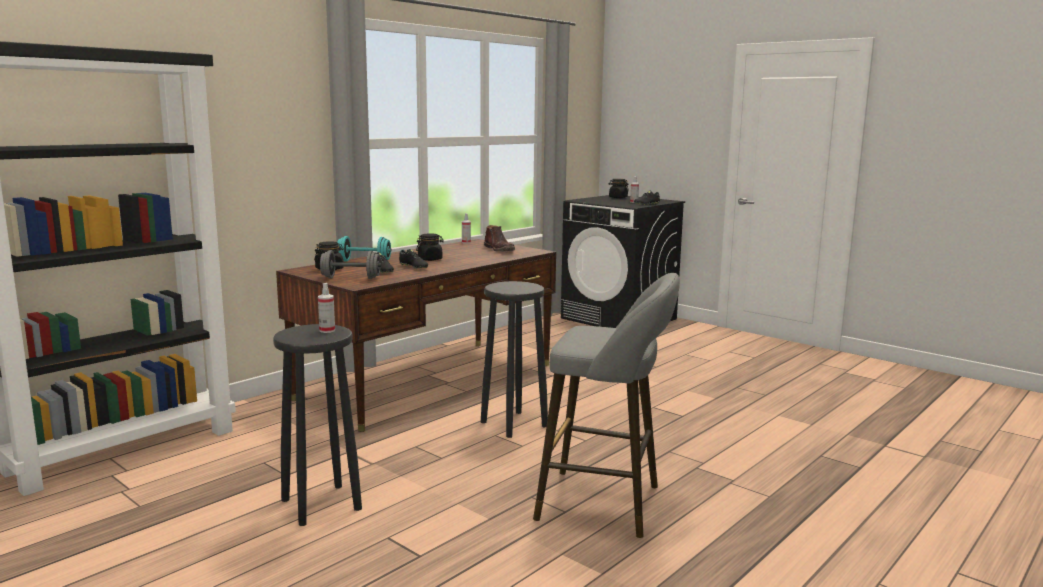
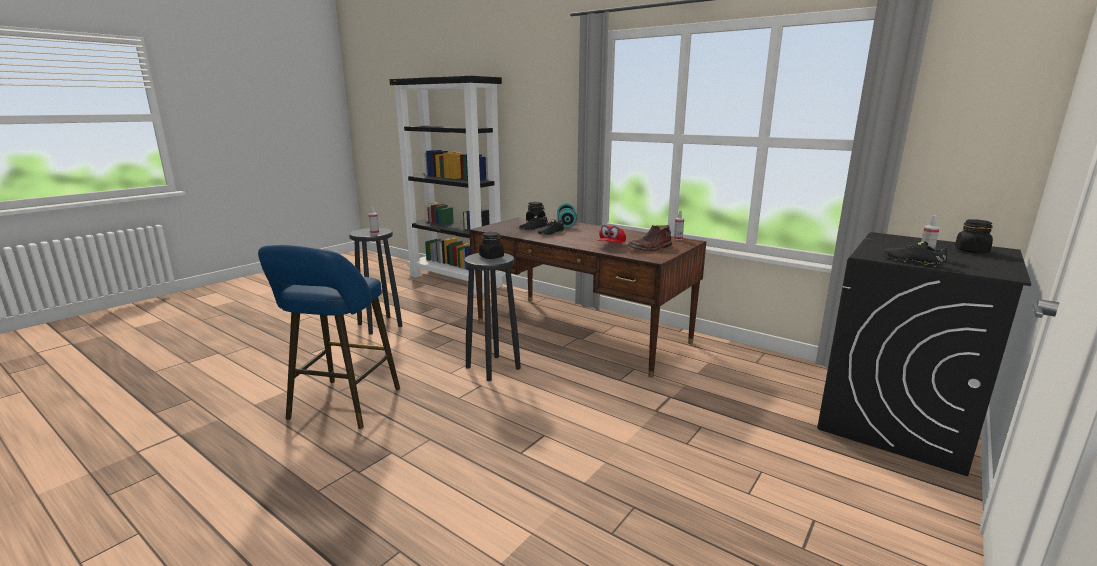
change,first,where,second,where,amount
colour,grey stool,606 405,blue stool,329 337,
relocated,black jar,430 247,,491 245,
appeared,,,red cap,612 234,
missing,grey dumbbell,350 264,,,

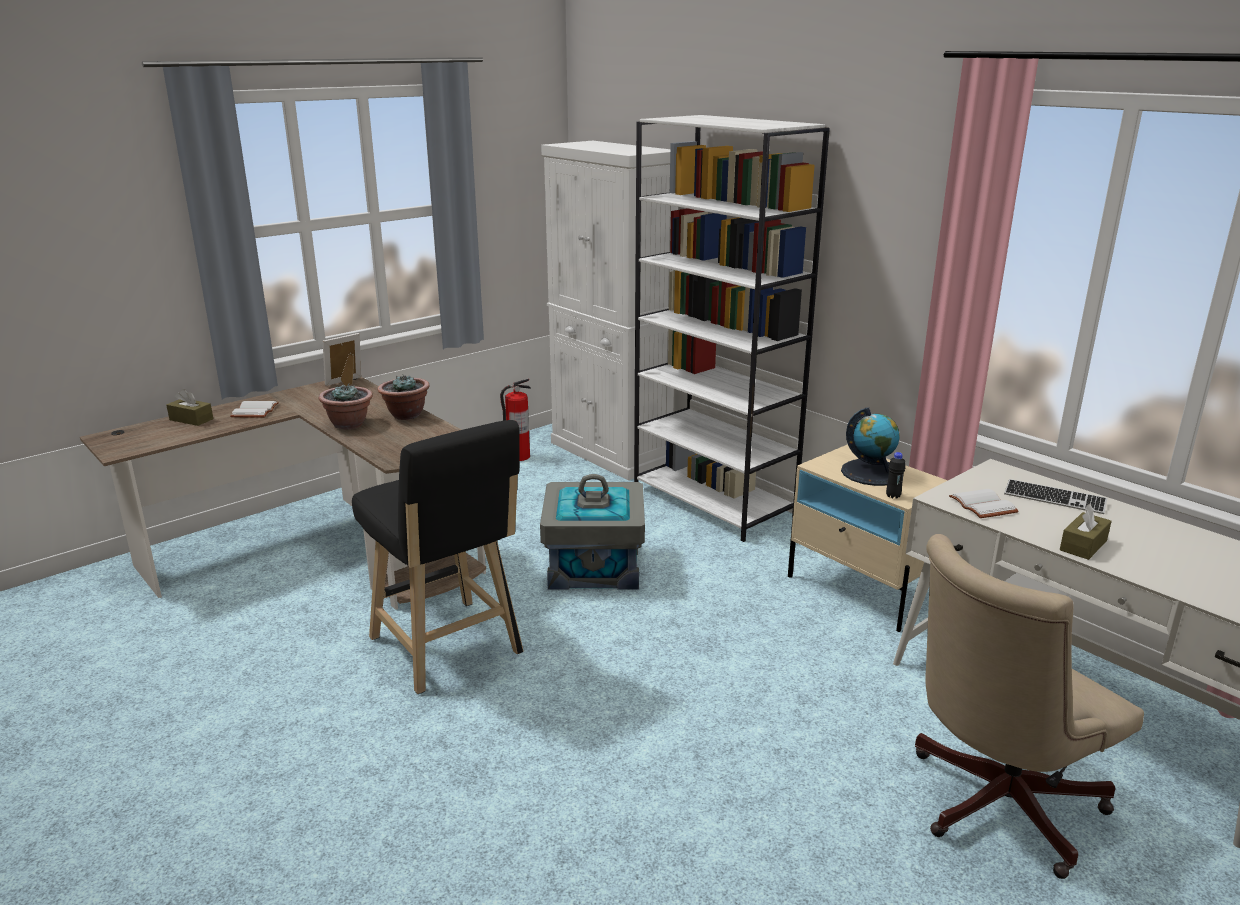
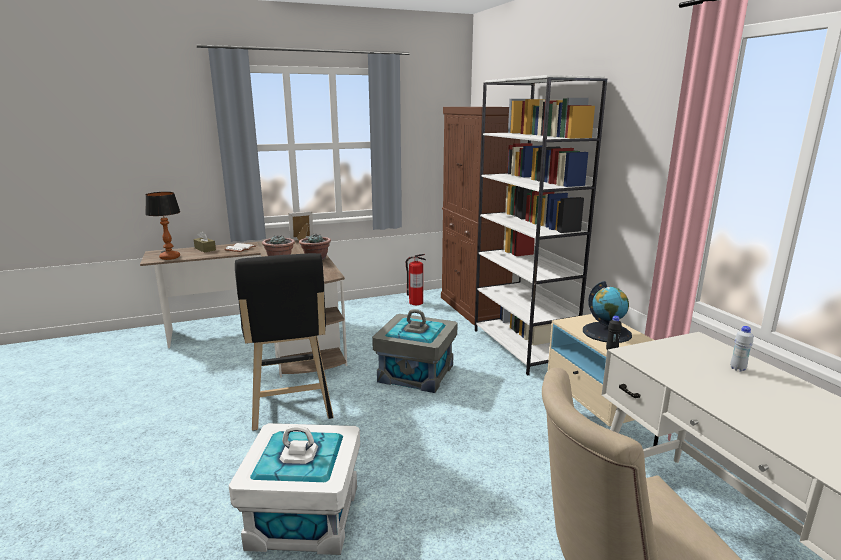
change,first,where,second,where,amount
appeared,,,table lamp,162 226,
appeared,,,white storage box,294 489,
colour,white cabinet,609 310,brown cabinet,480 216,
exchanged,keyboard,1055 496,white bottle,741 349,
missing,white book,984 503,,,
missing,brown tissue box,1086 532,,,

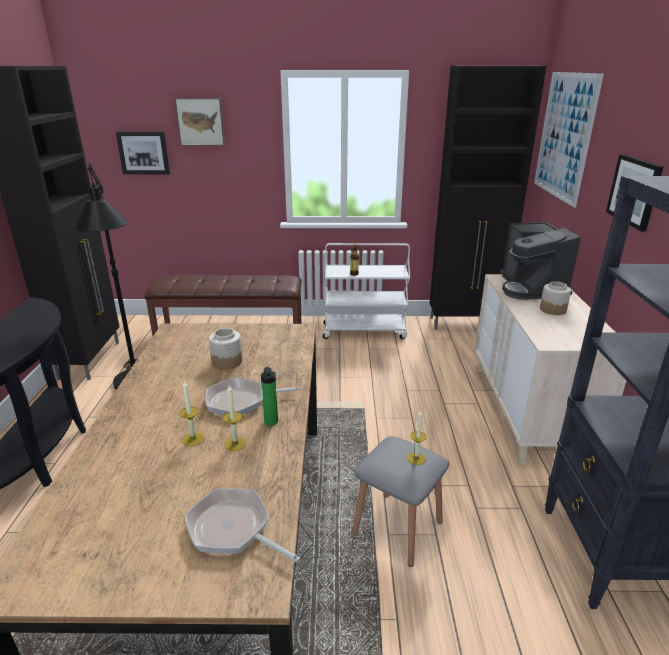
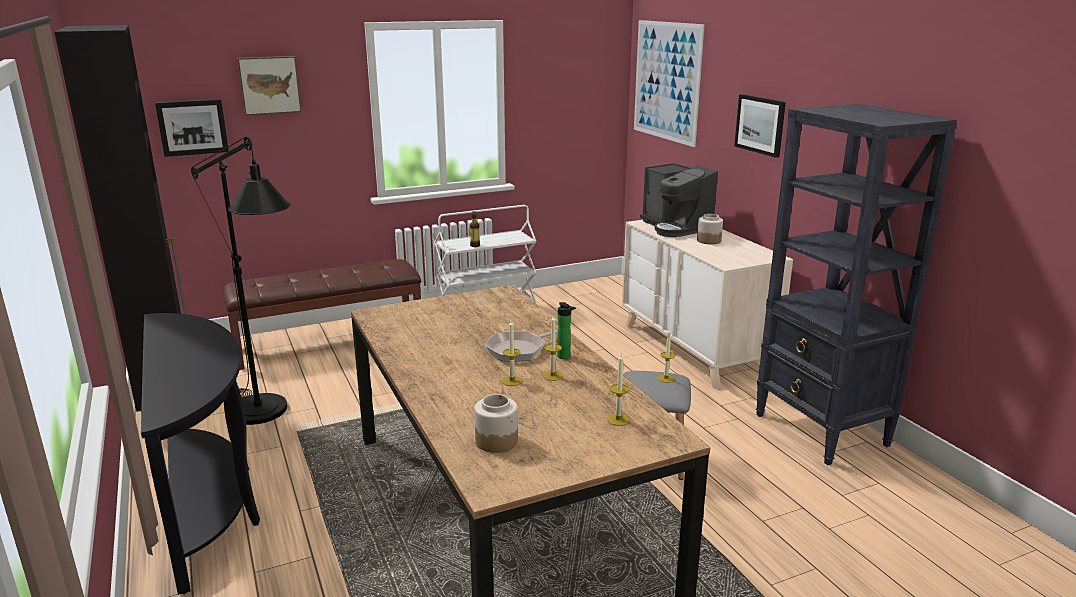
change,first,where,second,where,amount
relocated,jar,225 348,,496 423,
exchanged,frying pan,243 525,candle,618 390,
missing,black cabinet,488 198,,,

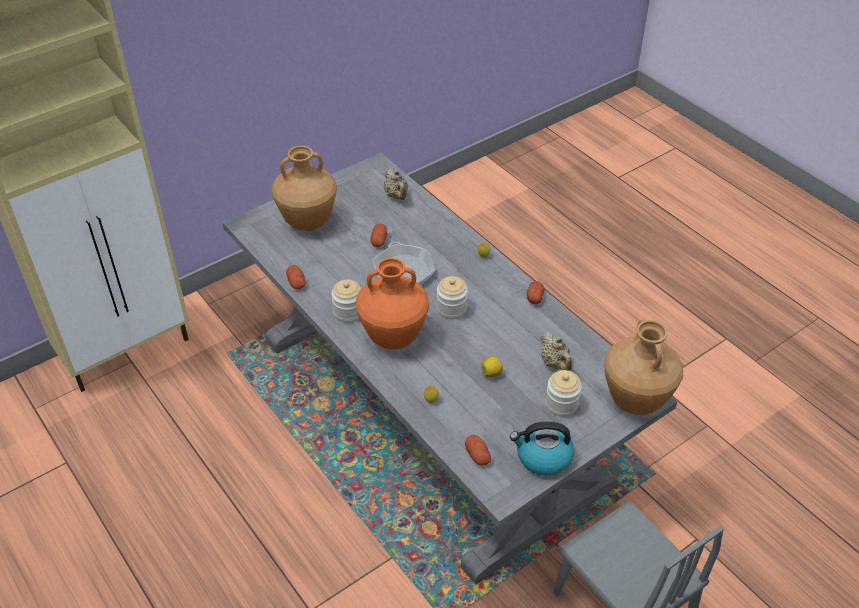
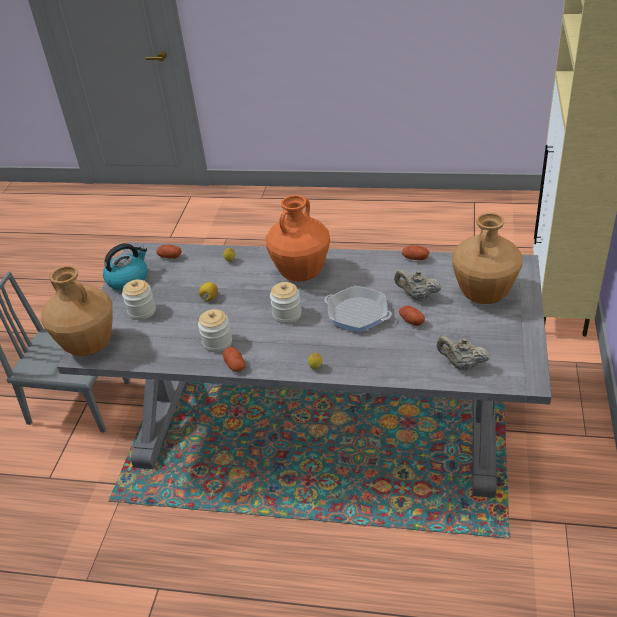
change,first,where,second,where,amount
relocated,jar,346 301,,215 330,
relocated,beige teapot,556 351,,417 285,

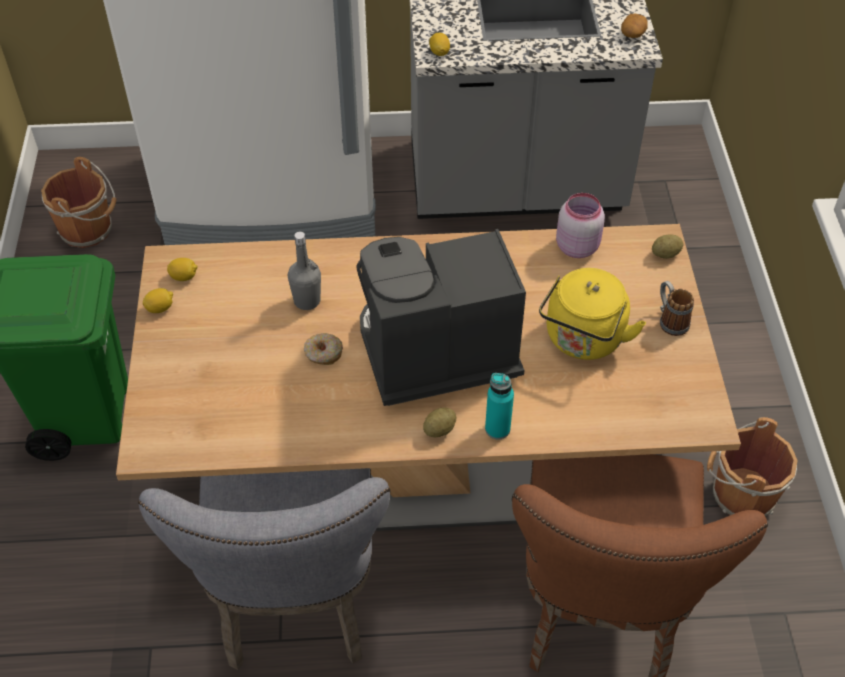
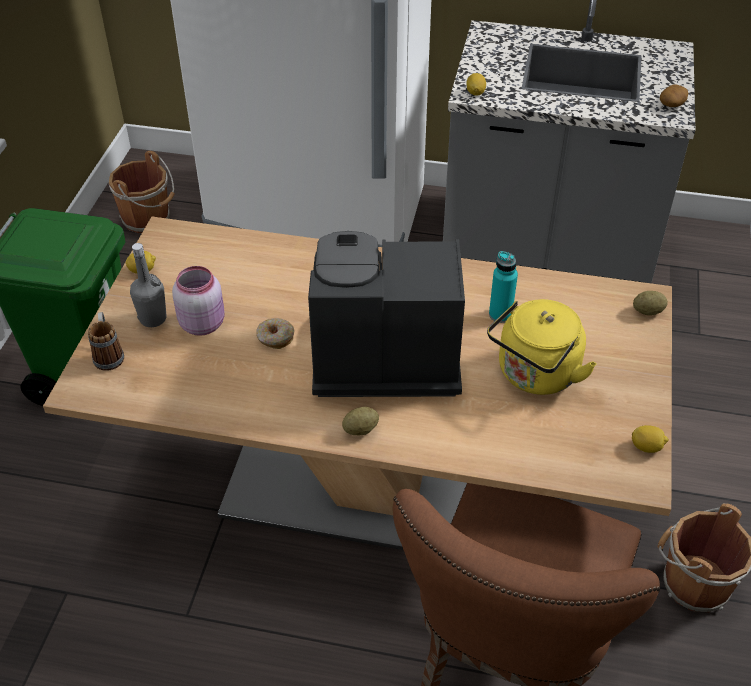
change,first,where,second,where,amount
relocated,mug,677 308,,106 341,
relocated,grey bottle,304 270,,148 285,
relocated,pink jar,580 225,,198 301,
relocated,turquoise bottle,499 406,,503 287,
relocated,lemon,182 269,,650 439,
missing,grey chair,264 569,,,

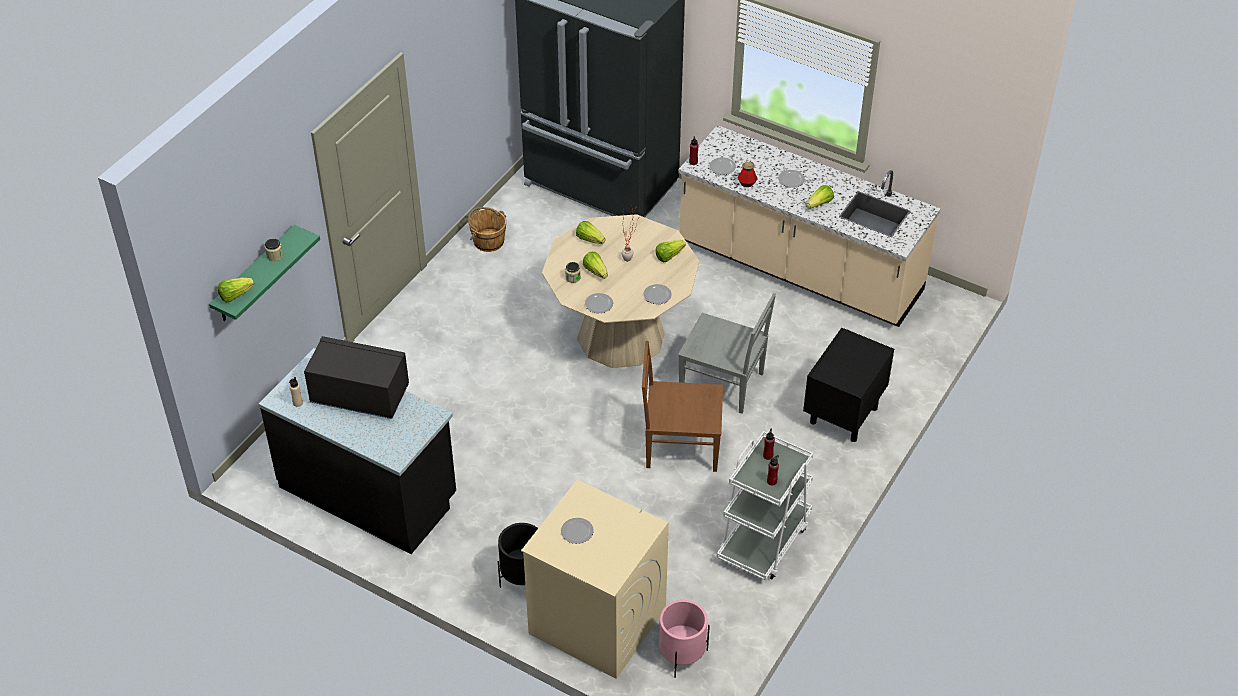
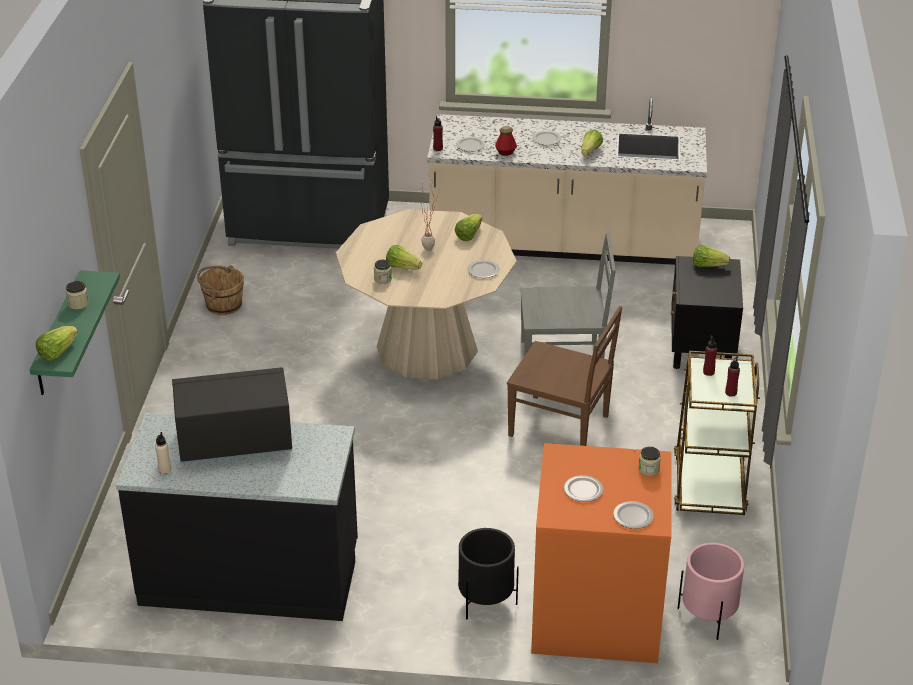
change,first,where,second,where,amount
spun,brown chair,682 406,,564 376,135 degrees counterclockwise
colour,beige washing machine,595 579,orange washing machine,601 553,
relocated,plate,599 303,,633 515,
appeared,,,jar,649 461,
colour,white cart,765 505,brown cart,717 433,
relocated,lettuce,591 232,,711 256,

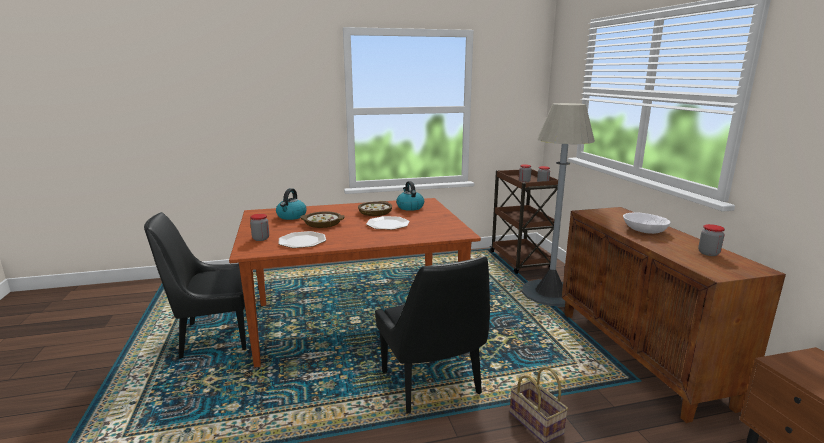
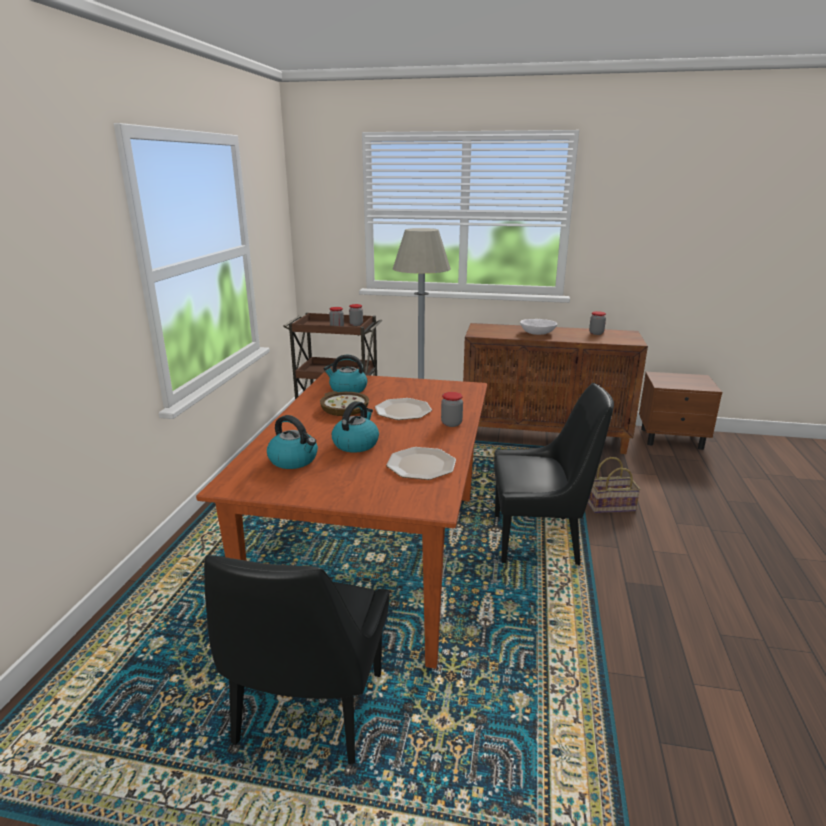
change,first,where,second,where,amount
exchanged,bowl,322 219,kettle,355 427,
relocated,jar,259 227,,452 409,

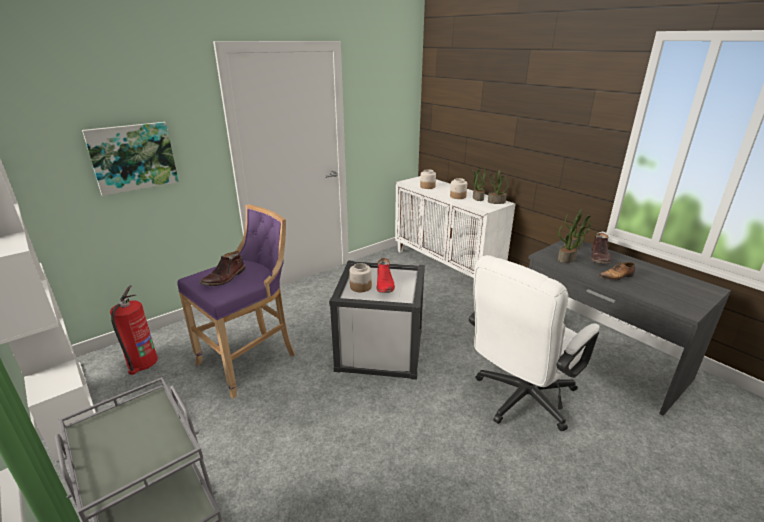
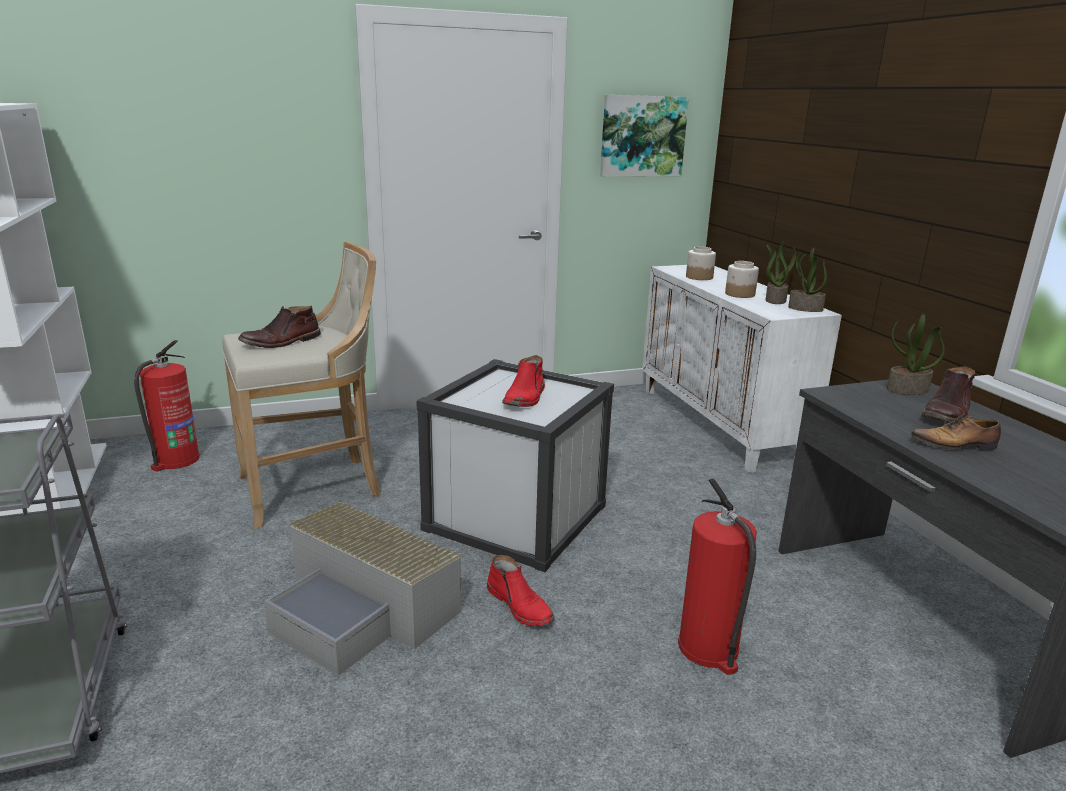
change,first,where,second,where,amount
colour,purple stool,236 301,beige stool,301 385,
appeared,,,grey storage box,362 589,
appeared,,,red boot,520 590,
relocated,picture,130 159,,644 136,
exchanged,white office chair,534 343,fire extinguisher,717 577,
missing,jar,360 277,,,
missing,potted plant,572 242,,,

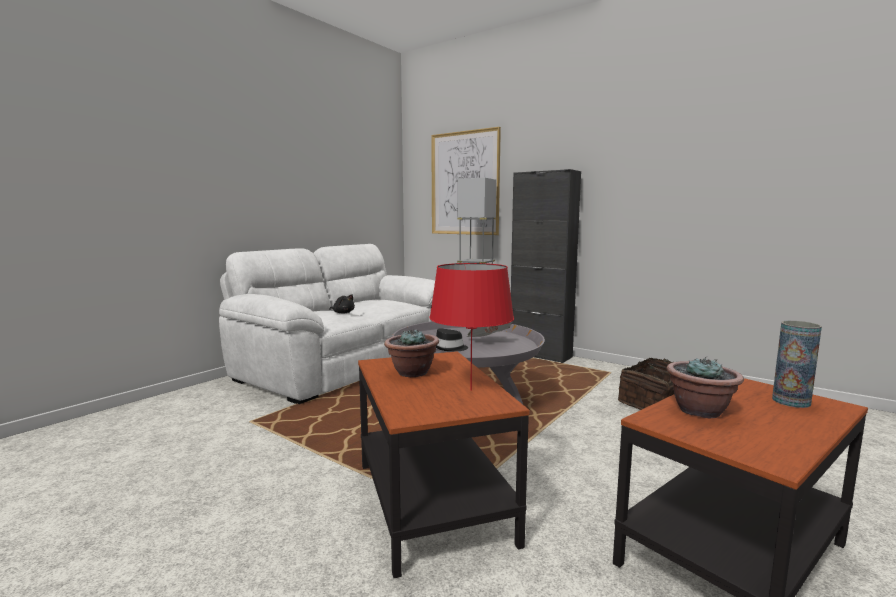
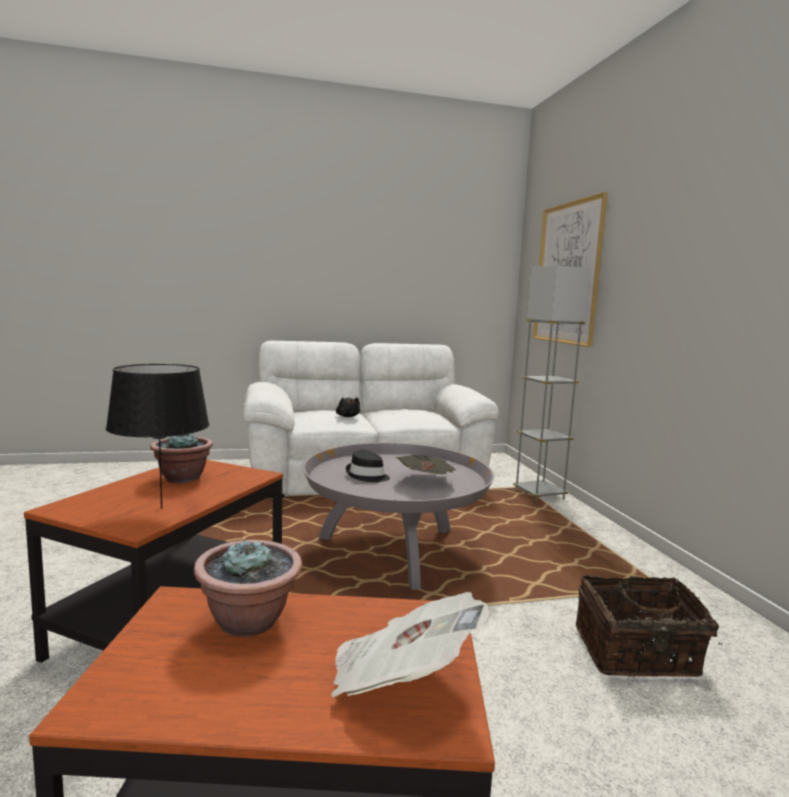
change,first,where,second,where,amount
colour,red table lamp,471 327,black table lamp,157 436,
exchanged,vase,797 364,newspaper,410 644,
missing,black cabinet,546 266,,,

